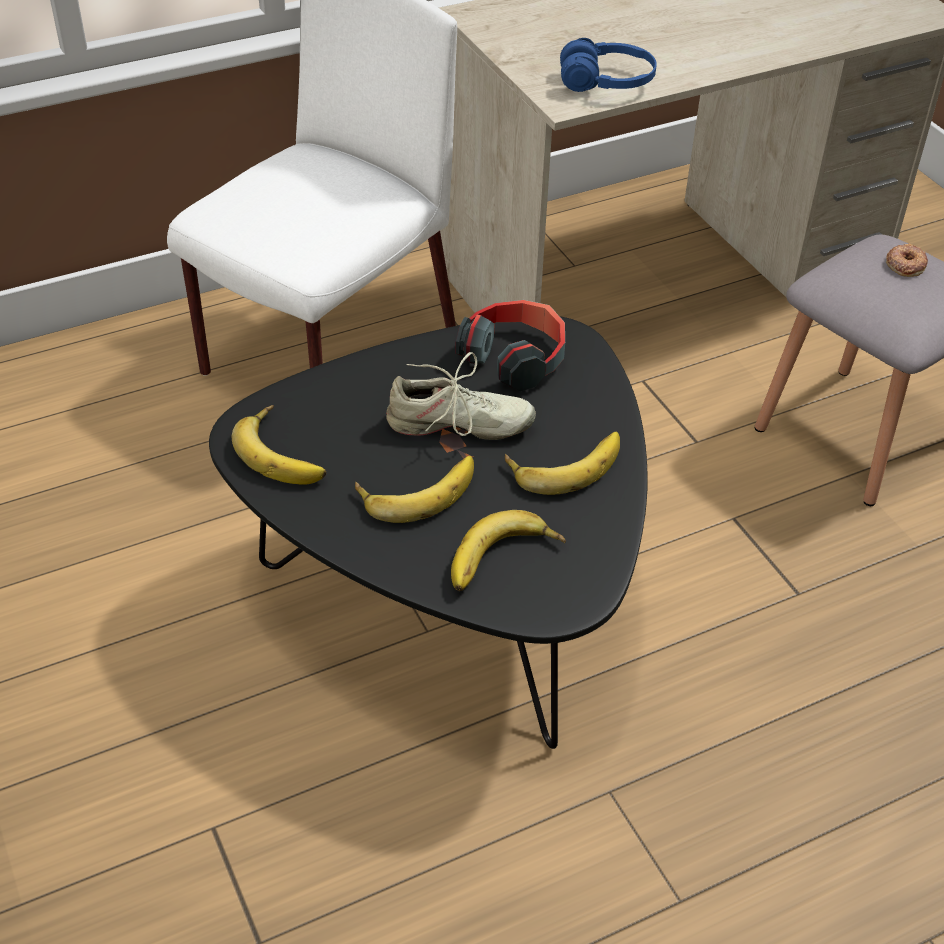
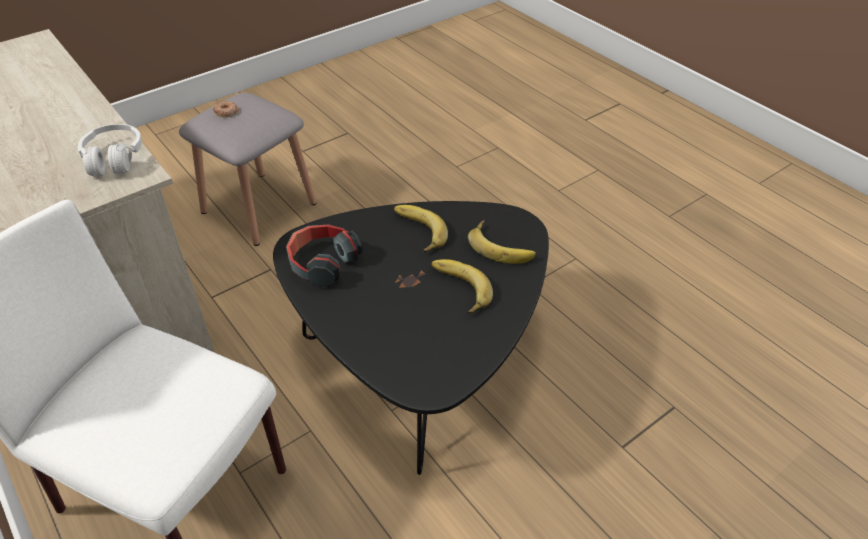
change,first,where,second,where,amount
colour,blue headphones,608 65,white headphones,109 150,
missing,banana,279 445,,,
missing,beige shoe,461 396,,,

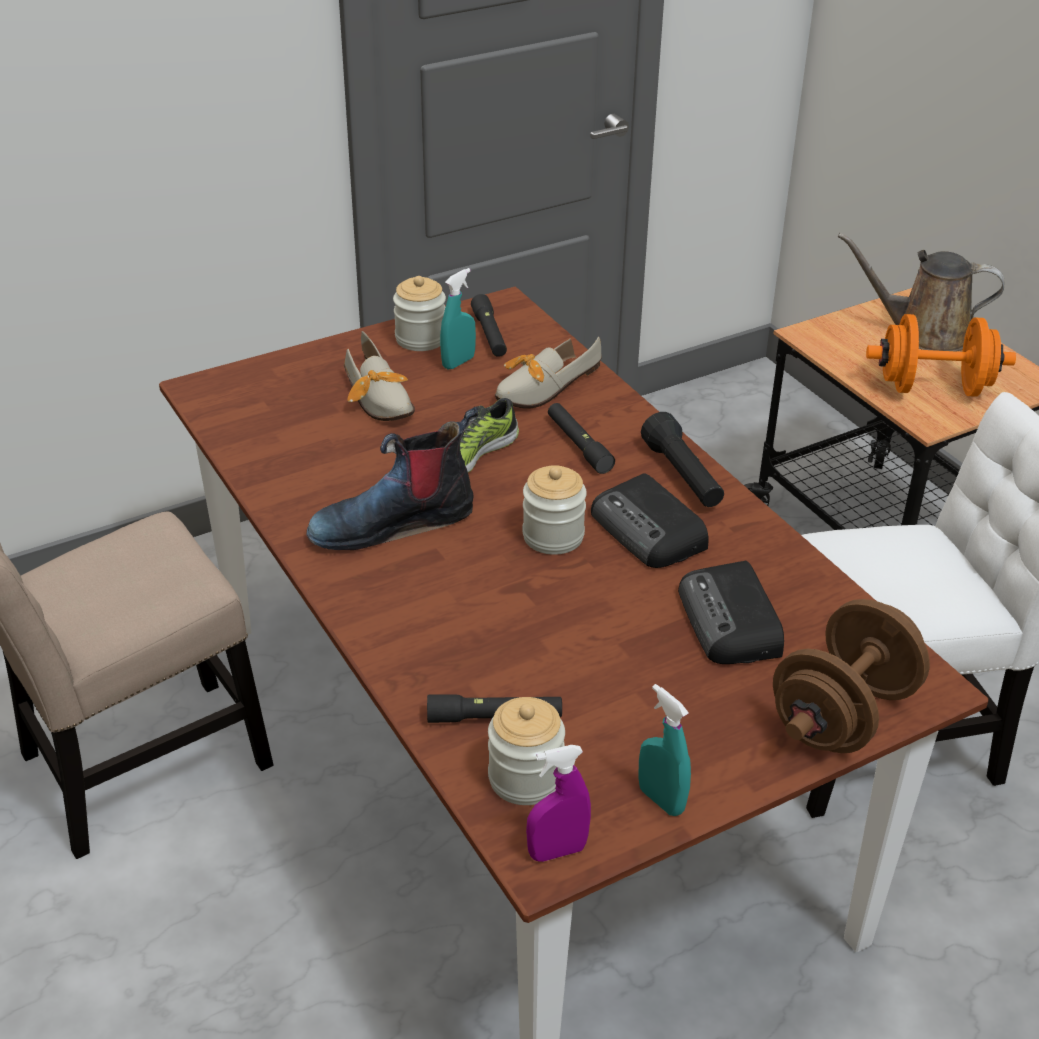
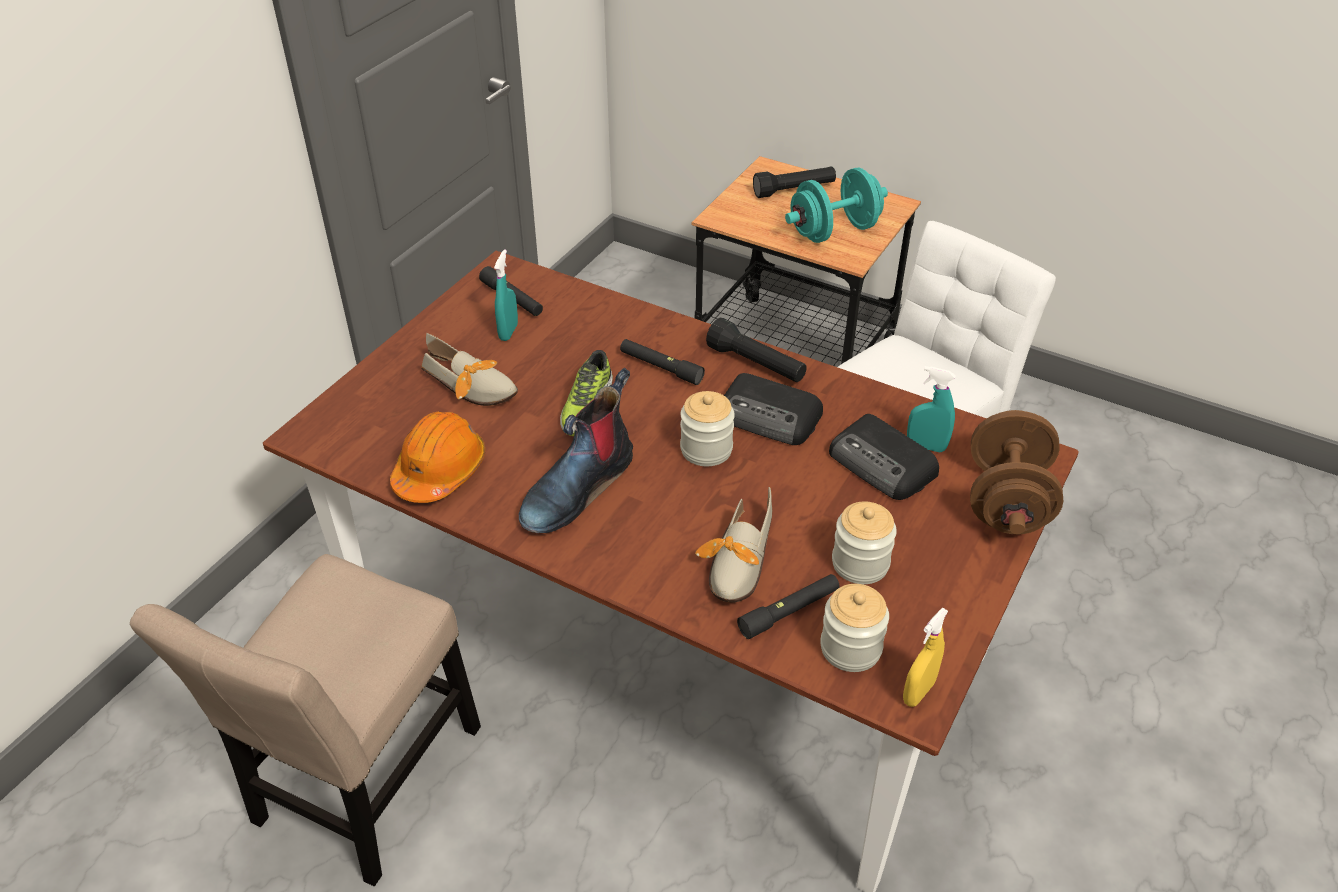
change,first,where,second,where,amount
appeared,,,orange hard hat,437 457,
relocated,shoe,548 373,,733 545,
exchanged,brown watering can,921 292,black flashlight,794 182,
colour,orange dumbbell,941 355,turquoise dumbbell,836 205,
relocated,jar,419 313,,864 542,
colour,purple spray bottle,558 803,yellow spray bottle,925 657,
relocated,turquoise spray bottle,664 750,,931 409,

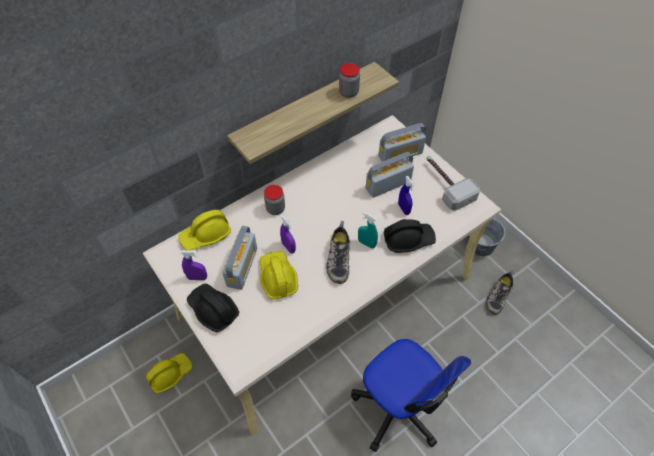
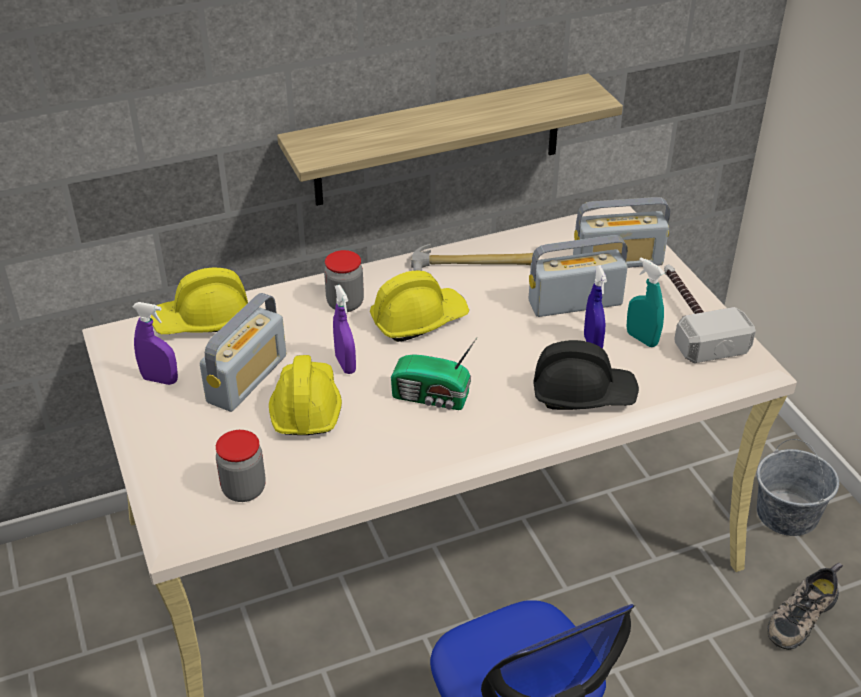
change,first,where,second,where,amount
relocated,jar,349 80,,241 466,
relocated,yellow hard hat,169 373,,419 306,
exchanged,shoe,338 252,radio,434 374,
appeared,,,hammer,472 257,
relocated,turquoise spray bottle,368 230,,645 302,
missing,black hard hat,213 308,,,

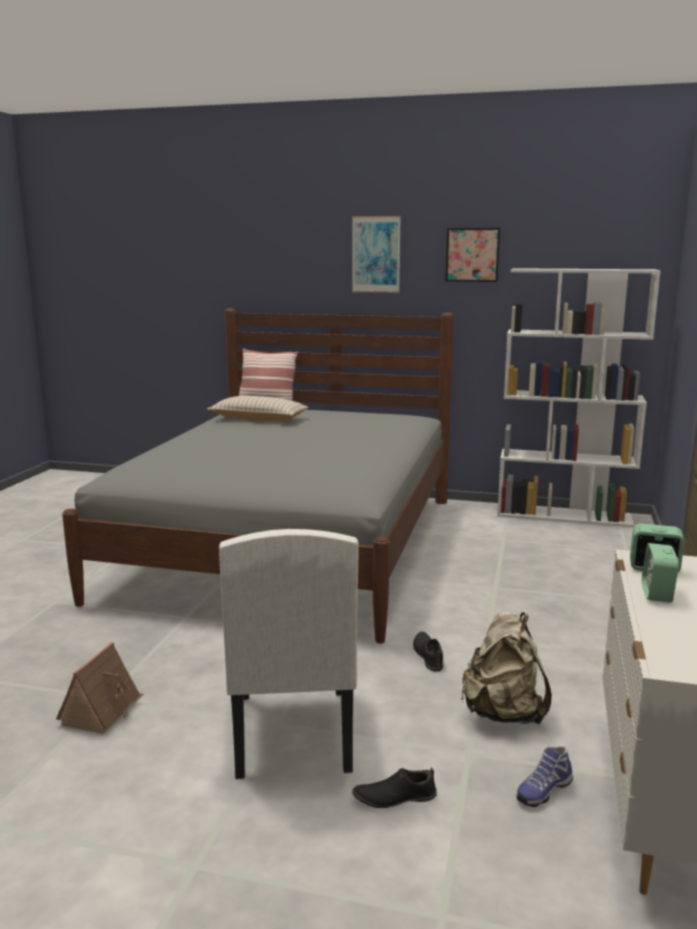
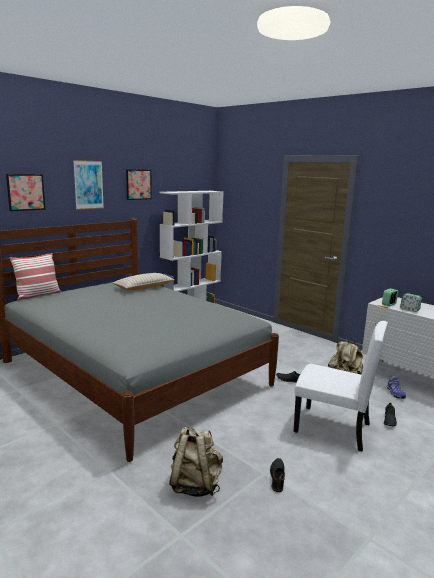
change,first,where,second,where,amount
appeared,,,picture,25 192,
relocated,beige pillow,258 408,,143 282,
appeared,,,beige backpack,196 462,
exchanged,toy house,99 688,black shoe,277 475,

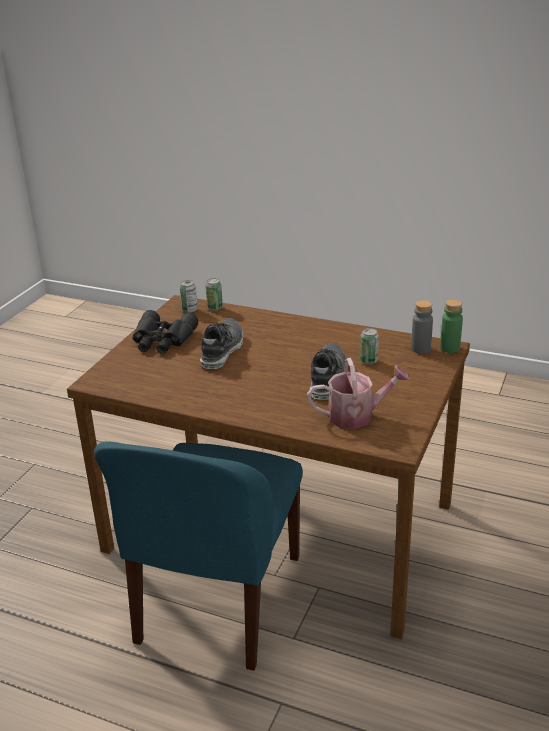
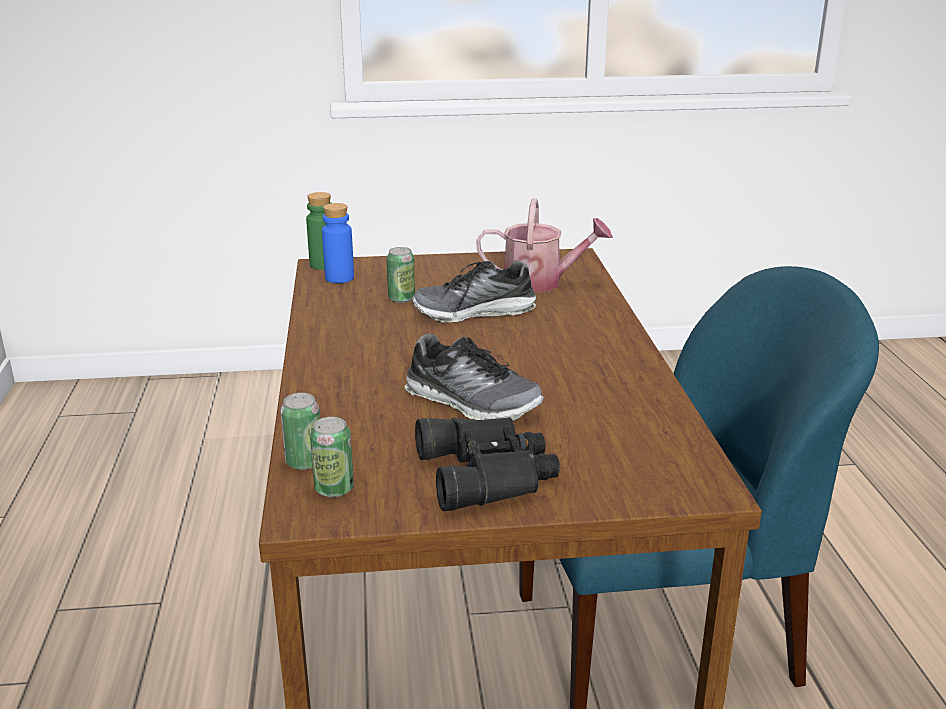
change,first,where,second,where,amount
colour,grey bottle,422 327,blue bottle,338 243,
spun,shoe,221 343,,474 377,135 degrees counterclockwise
spun,watering can,358 393,,544 245,135 degrees clockwise

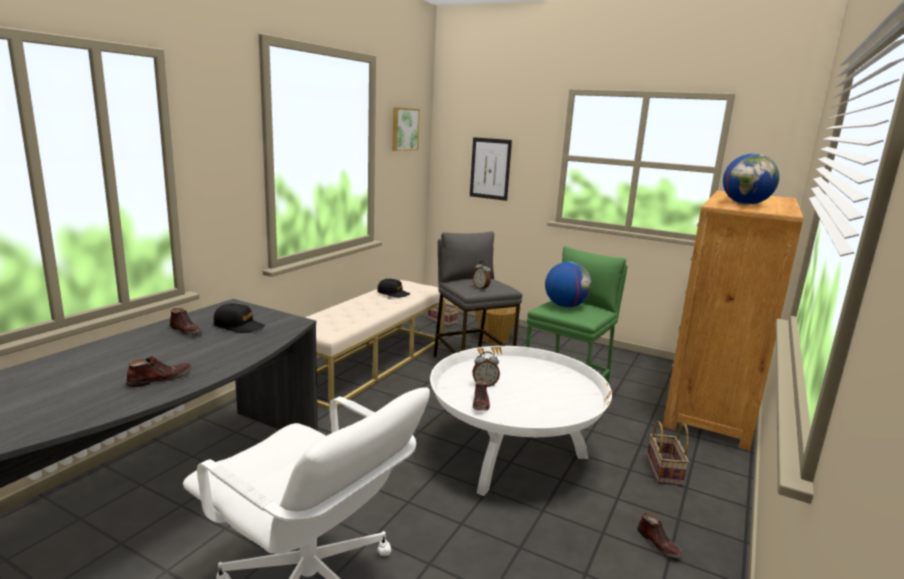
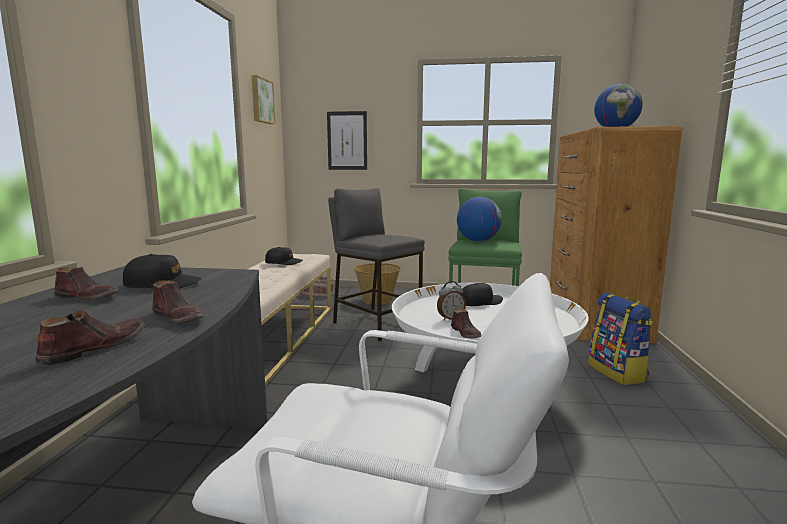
change,first,where,second,where,amount
relocated,brown shoe,660 535,,178 301,
appeared,,,black cap,482 294,
exchanged,basket,668 453,backpack,620 339,
missing,alarm clock,482 276,,,

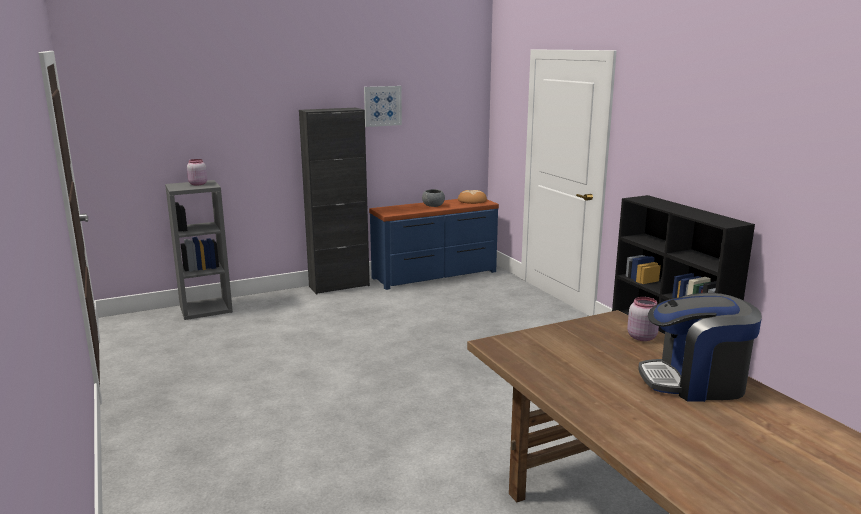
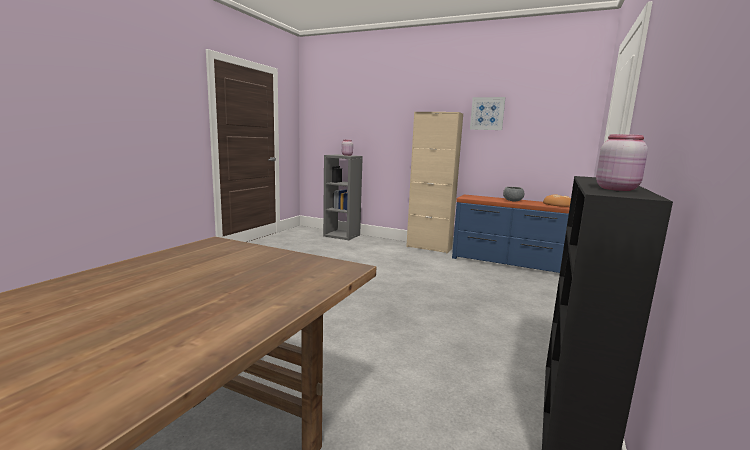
change,first,where,second,where,amount
colour,black cabinet,334 201,beige cabinet,434 182,
relocated,pink jar,643 319,,622 162,
missing,coffee machine,700 347,,,

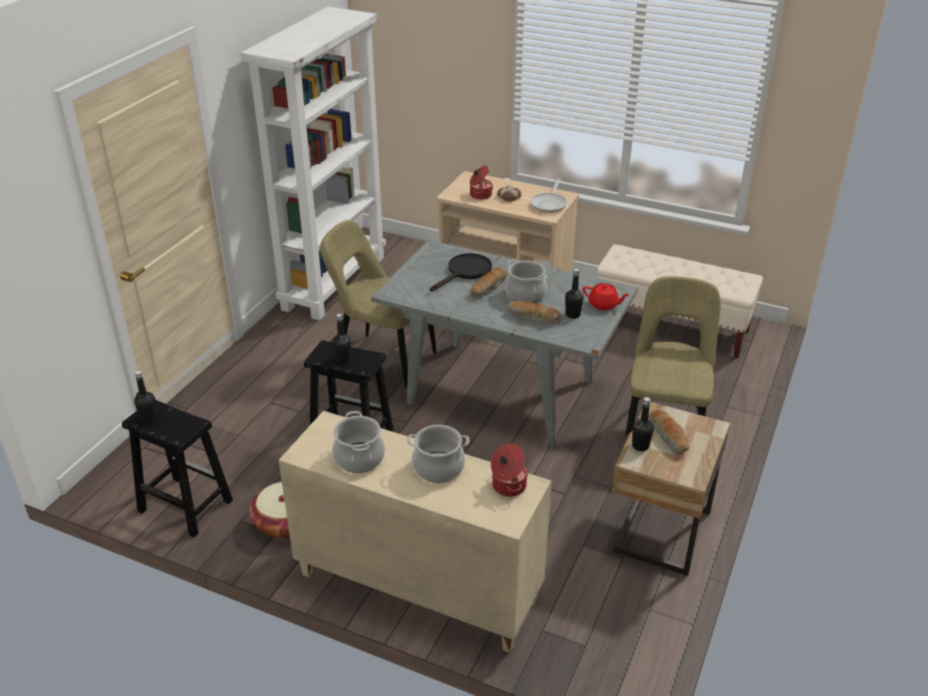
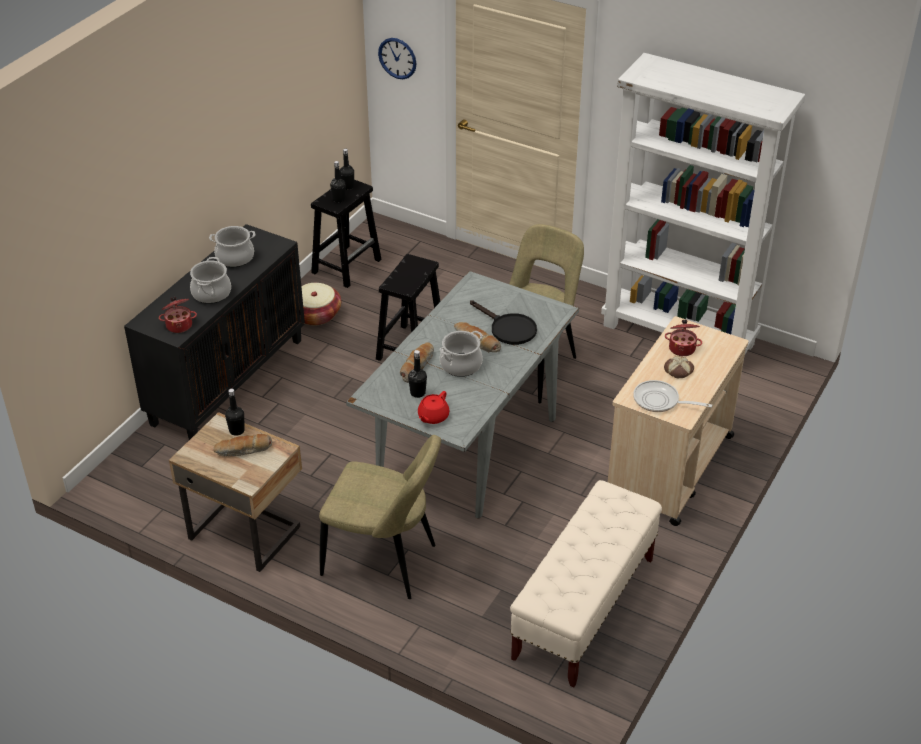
change,first,where,second,where,amount
colour,beige cabinet,415 532,black cabinet,214 332,
relocated,black bottle,341 338,,338 182,
appeared,,,wall clock,397 58,

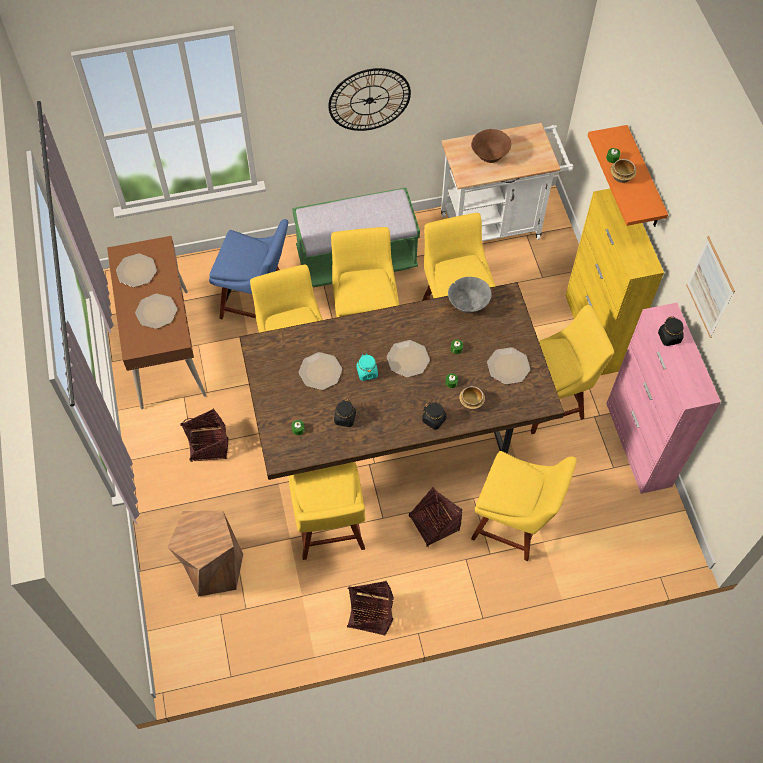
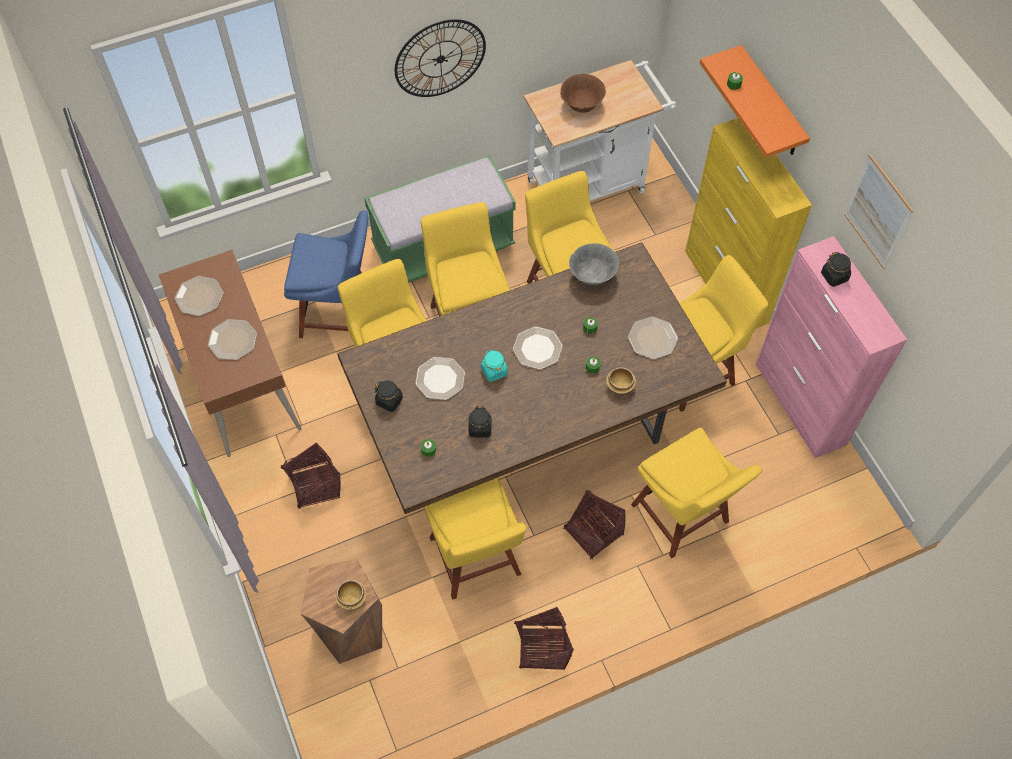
change,first,where,second,where,amount
relocated,bowl,623 171,,351 595,
relocated,black jar,434 416,,389 396,
spun,yellow chair,524 506,,696 493,45 degrees clockwise

